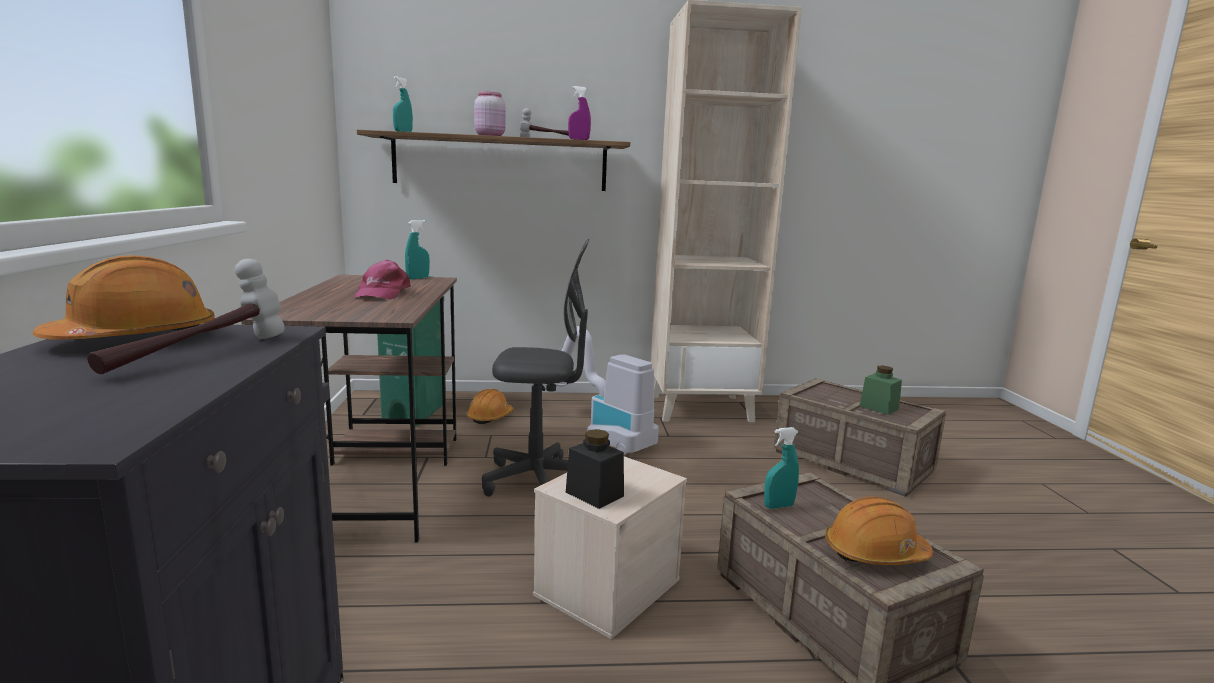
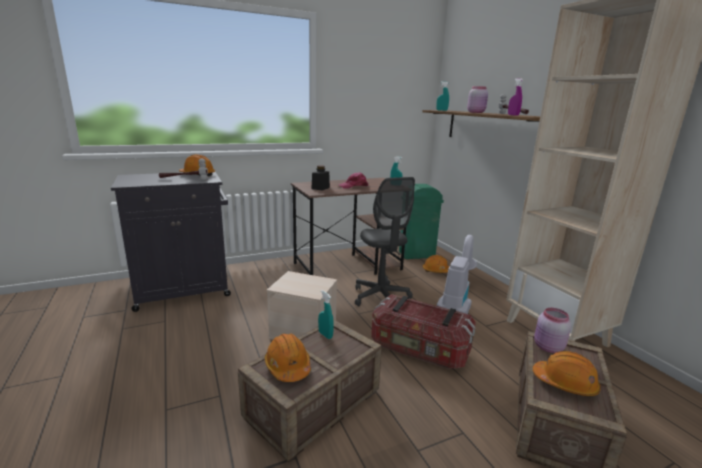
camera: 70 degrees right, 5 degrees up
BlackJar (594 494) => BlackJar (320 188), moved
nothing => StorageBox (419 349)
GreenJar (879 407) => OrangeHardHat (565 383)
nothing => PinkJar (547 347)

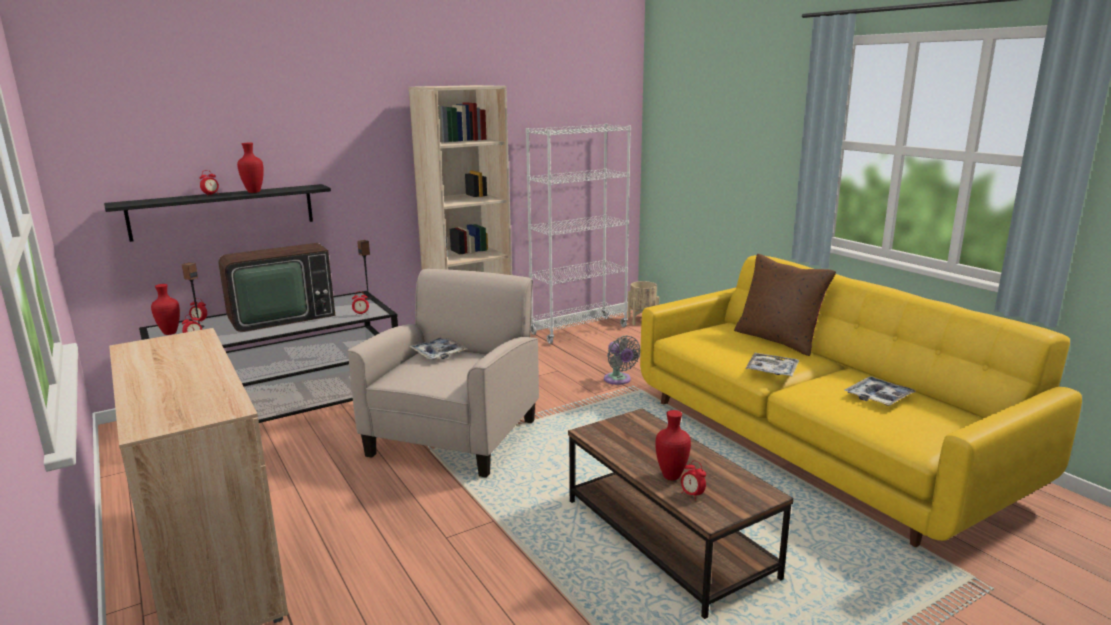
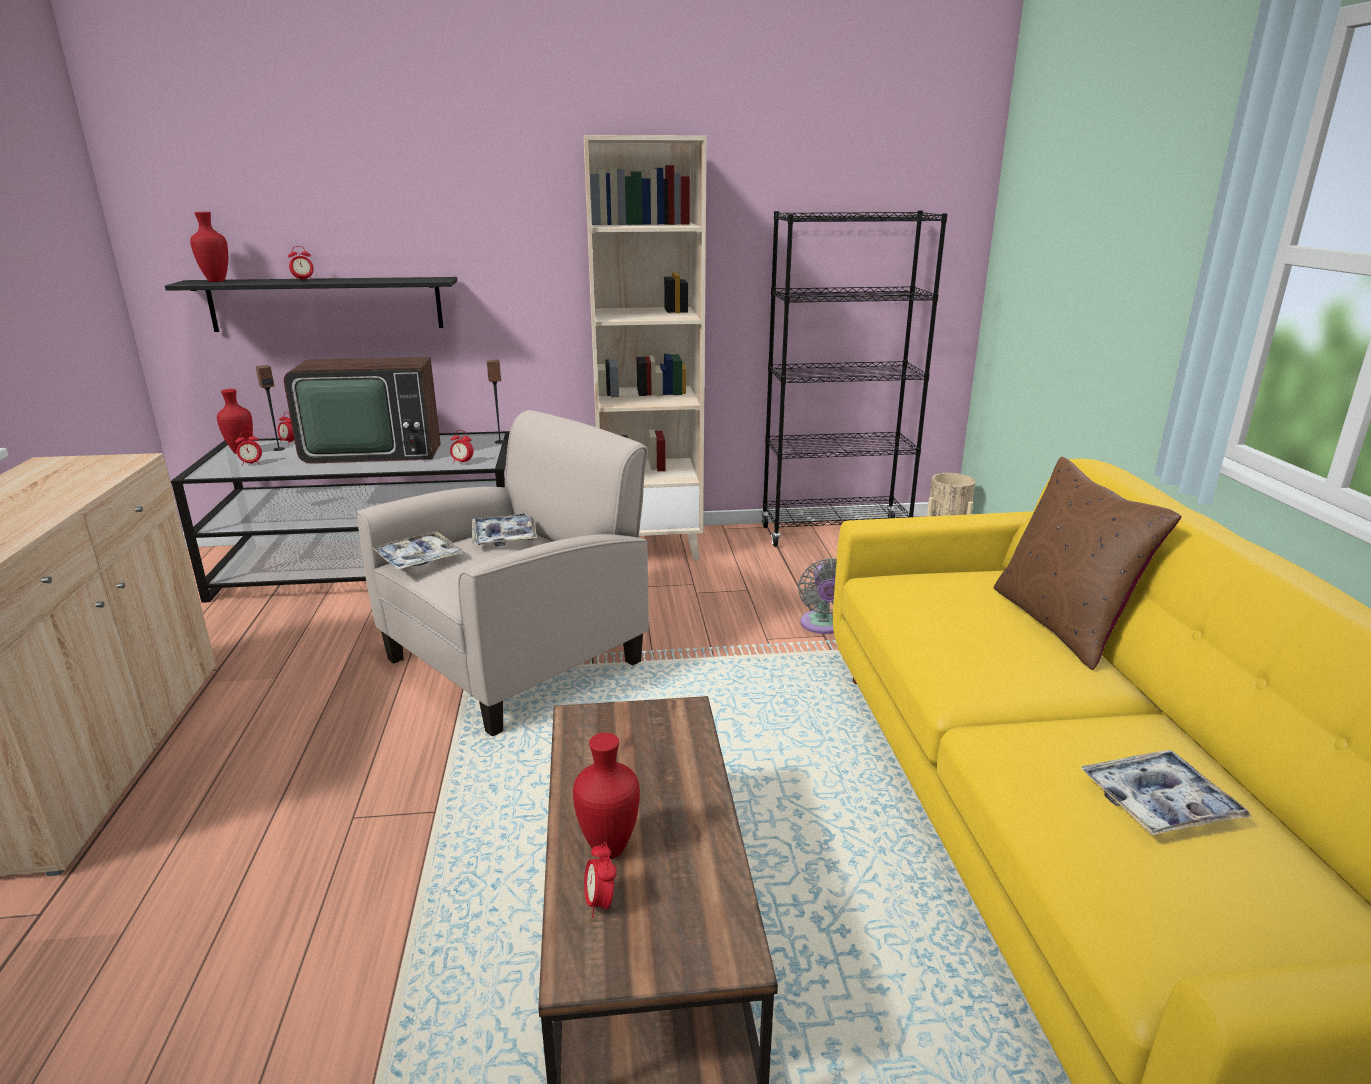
camera: 25 degrees right, 5 degrees up
RedVase (253 192) => RedVase (216 281), moved
Tray (772 370) => Tray (418 559), moved
WhiteBookcase (579 330) => BlackBookcase (835 533)

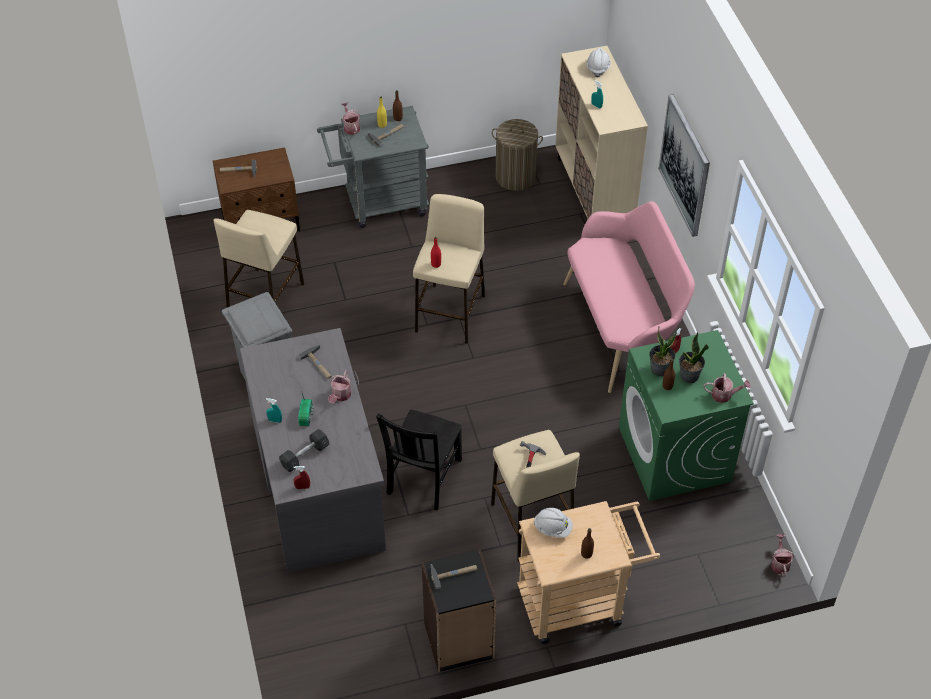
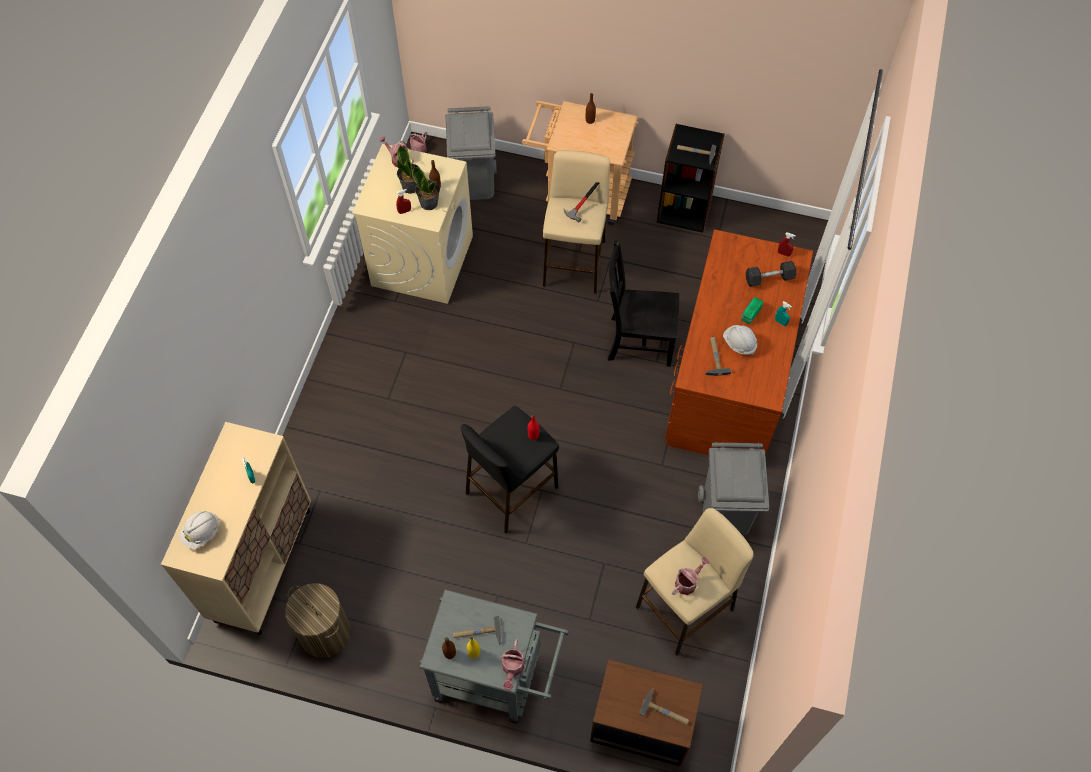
camera: 150 degrees left, 10 degrees up
GreenWashingMachine (675 455) => BeigeWashingMachine (422 260)
nothing => GreyTrashCan (474 183)
BeigeStool (450 313) => BlackStool (511 491)
BlackChair (423 478) => BlackChair (638 340), 135 degrees counterclockwise
GreyDesk (318 483) => BrownDesk (728 379)
WateringCan (340 396) => WateringCan (688 582), moved
WhiteHardHat (553 528) => WhiteHardHat (739 344), moved
PinkBench (622 329) => nothing
Picture (685 165) => nothing

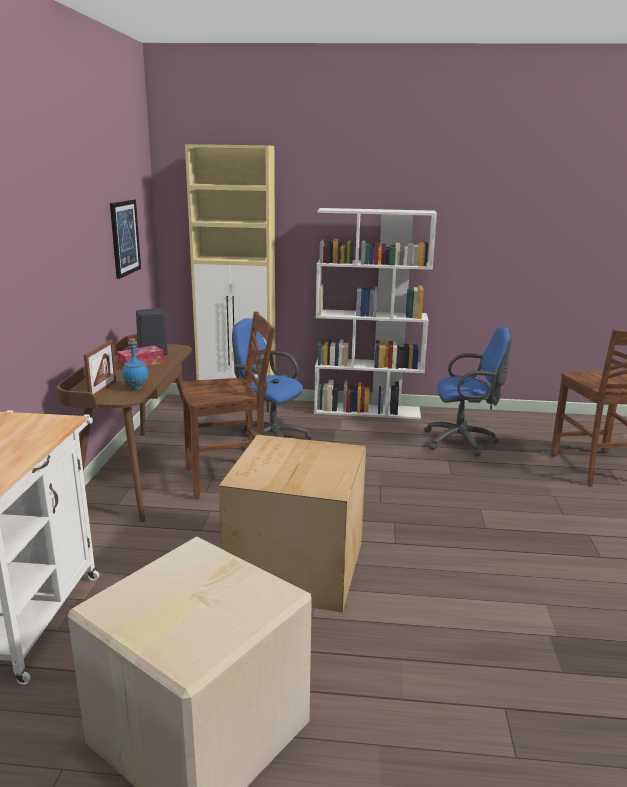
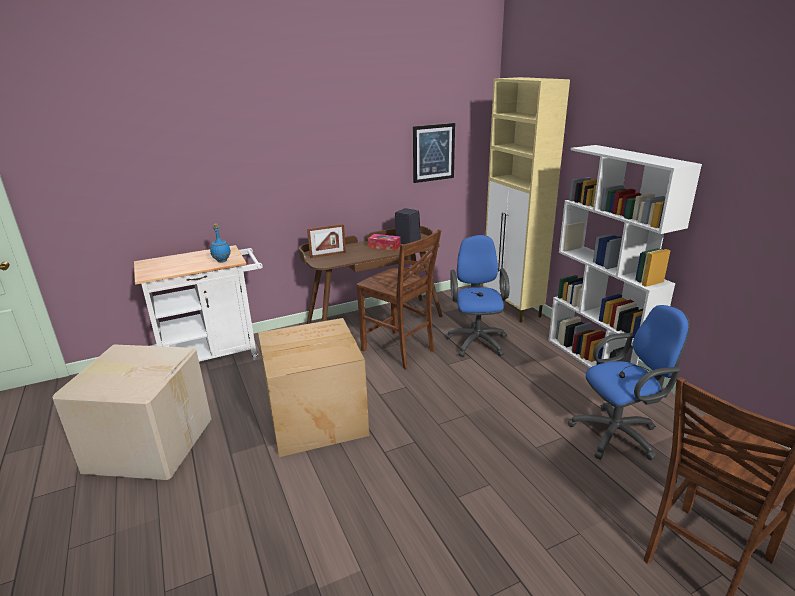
camera: 60 degrees right, 5 degrees up
BlueBottle (136 388) => BlueBottle (222 261), moved
BlueOfficeChair (463 441) => BlueOfficeChair (619 434), 75 degrees counterclockwise

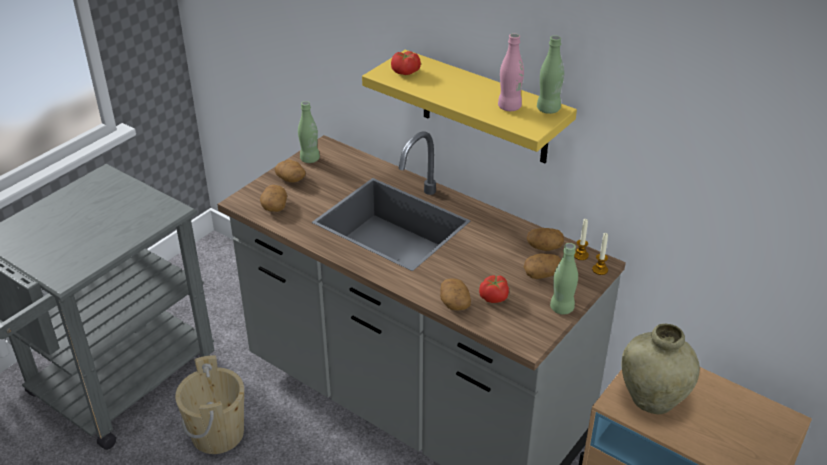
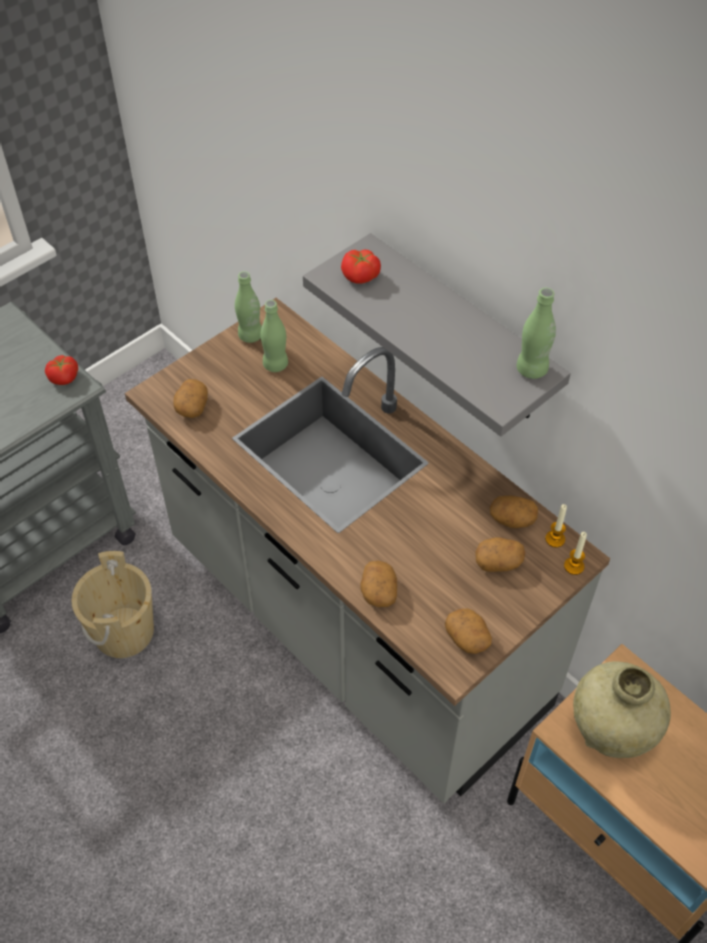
camera: 10 degrees right, 15 degrees up
Tomato (494 297) => Tomato (64 378), moved
GreenBottle (562 308) => GreenBottle (275 364), moved
YellowShelf (485 108) => GreyShelf (461 332)
Potato (291 179) => Potato (468 638), moved
PinkBottle (509 107) => nothing

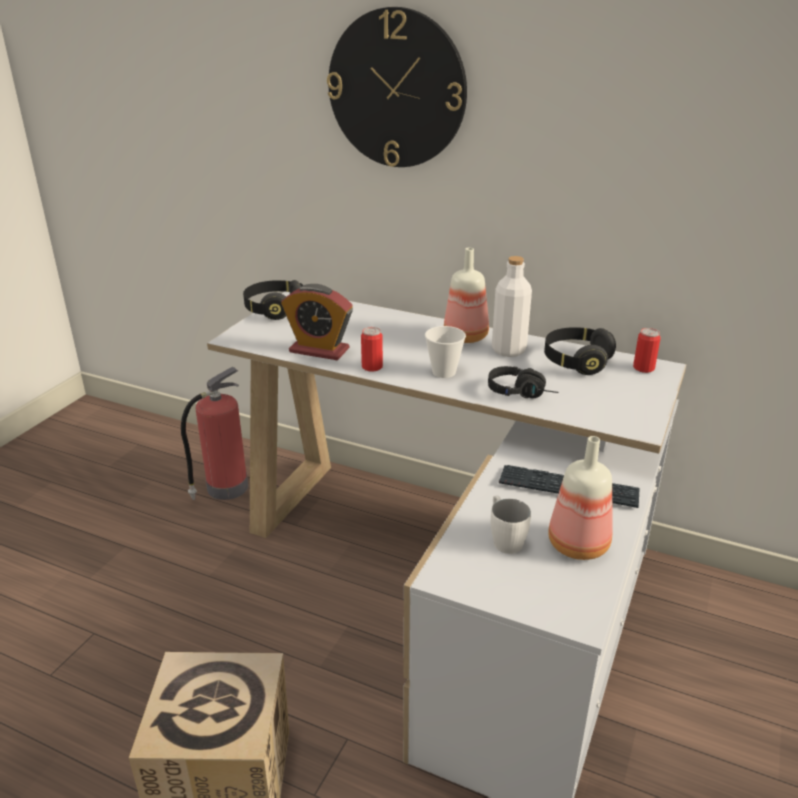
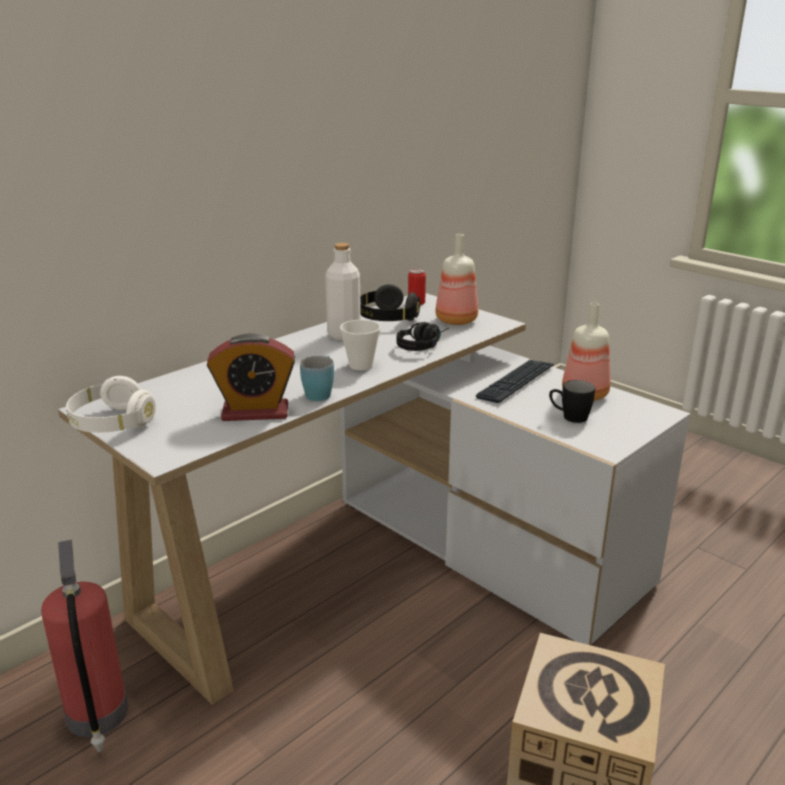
camera: 70 degrees left, 5 degrees down
BlackHeadphones (274 309) => WhiteHeadphones (112 423)
AlarmClock (319 350) => AlarmClock (255 412), 45 degrees clockwise
Can (372 367) => BlueMug (320 393)
Bottle (465 336) => Bottle (455 320), moved
WhiteMug (504 539) => BlackMug (569 417)
WallClock (397 89) => nothing

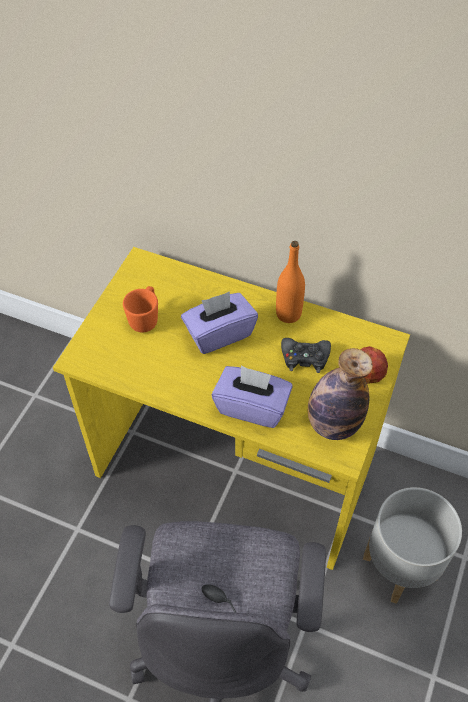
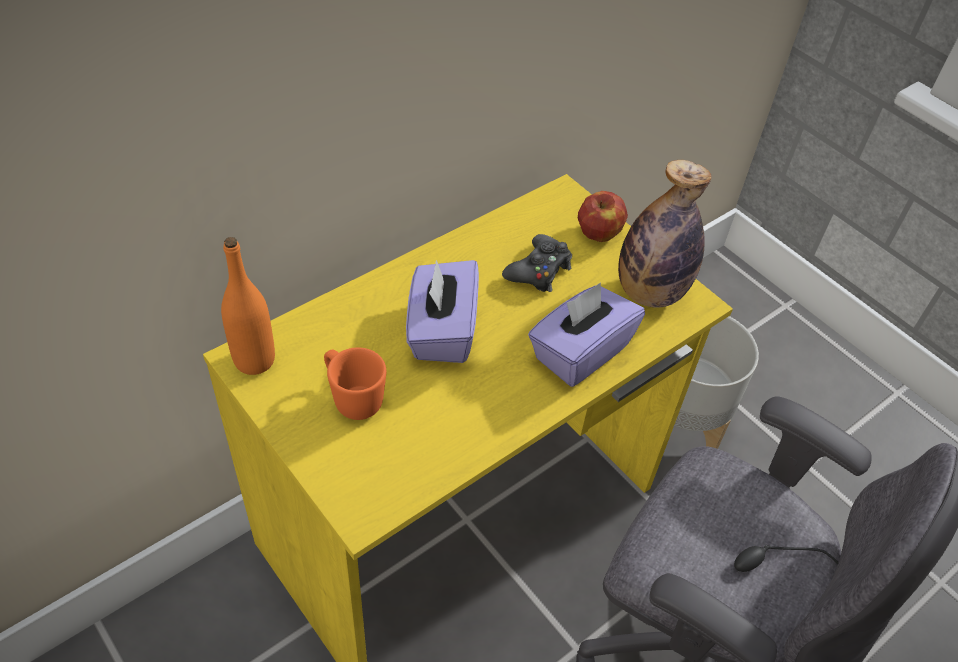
camera: 65 degrees left, 5 degrees down
OrangeBottle (288 314) => OrangeBottle (254 360), moved

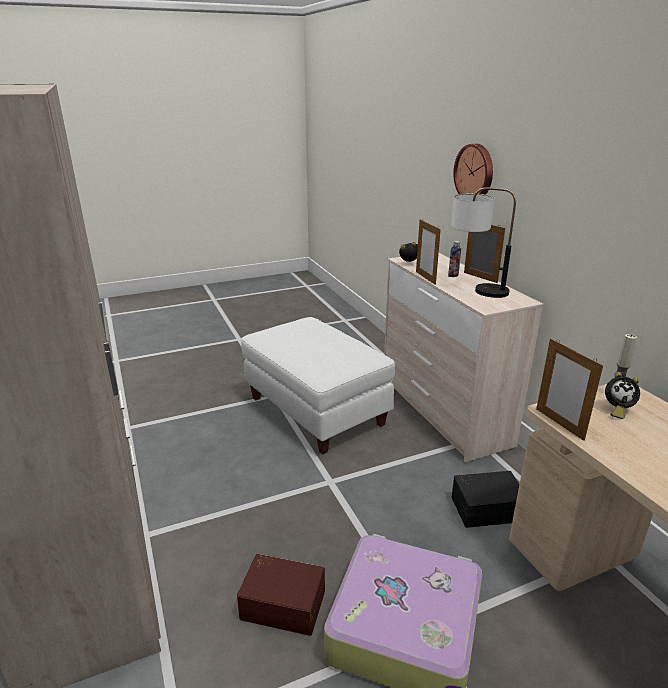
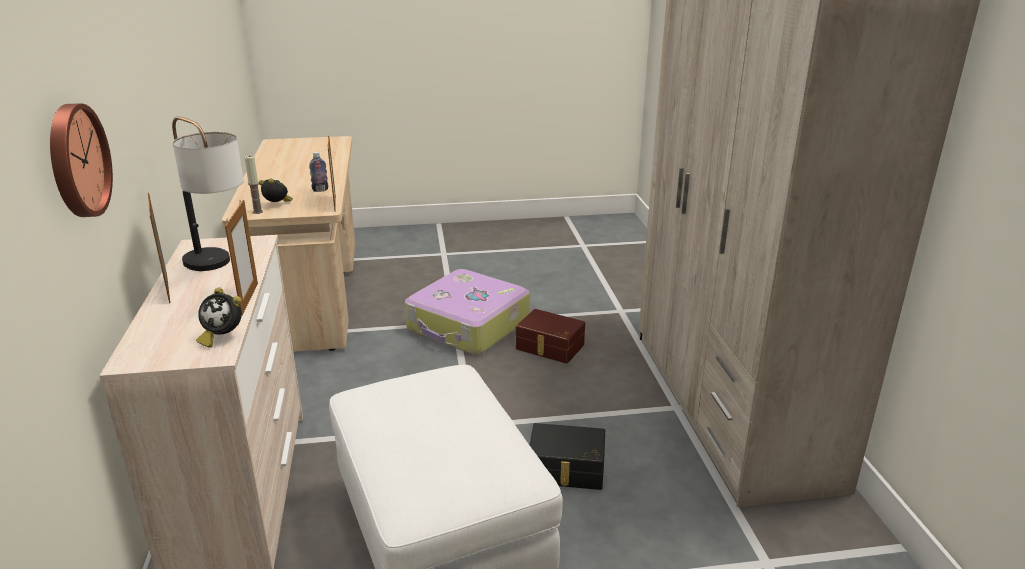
camera: 165 degrees left, 0 degrees up
Bottle (453 275) => Bottle (320 190), moved
BlackStorageBox (486 507) => BlackStorageBox (566 470), moved

